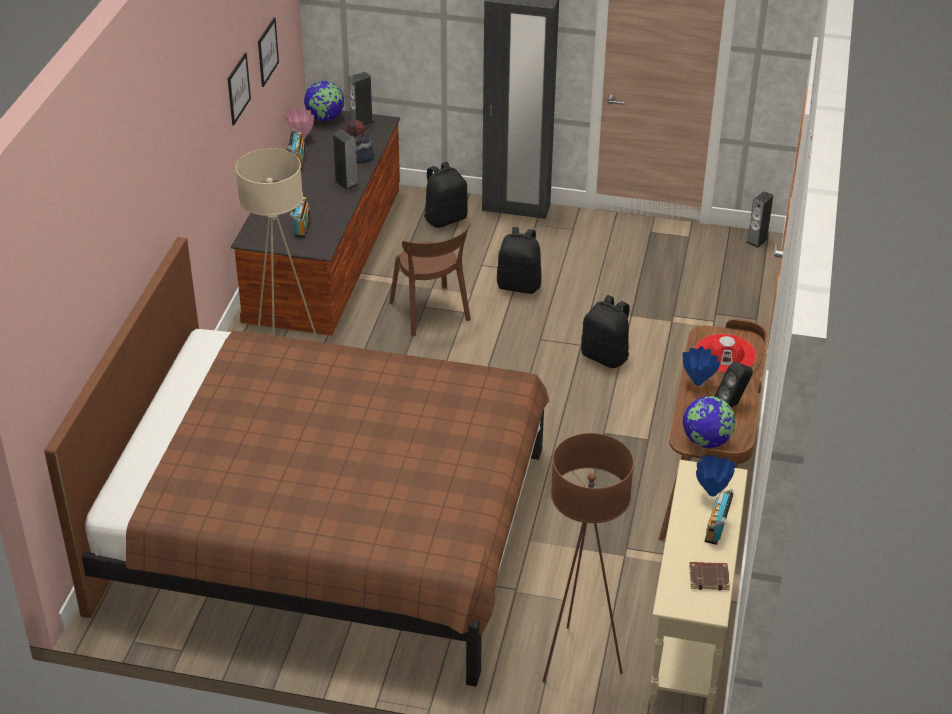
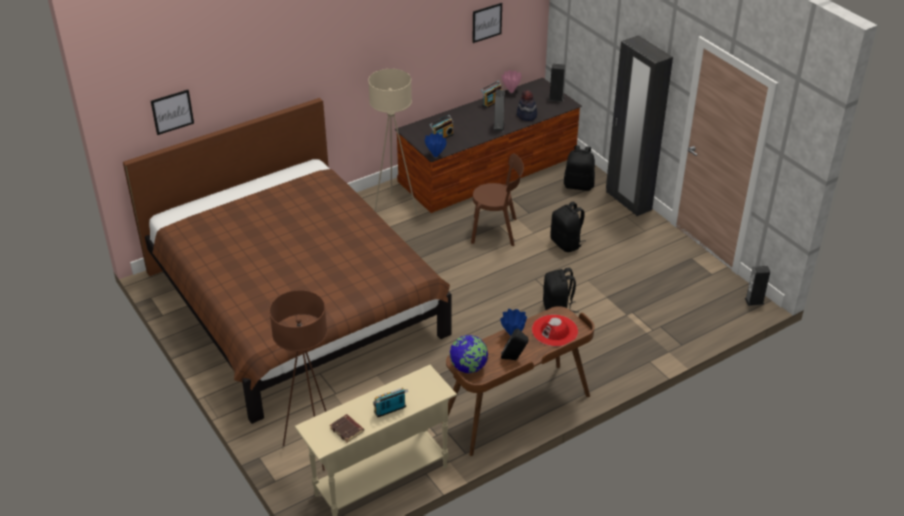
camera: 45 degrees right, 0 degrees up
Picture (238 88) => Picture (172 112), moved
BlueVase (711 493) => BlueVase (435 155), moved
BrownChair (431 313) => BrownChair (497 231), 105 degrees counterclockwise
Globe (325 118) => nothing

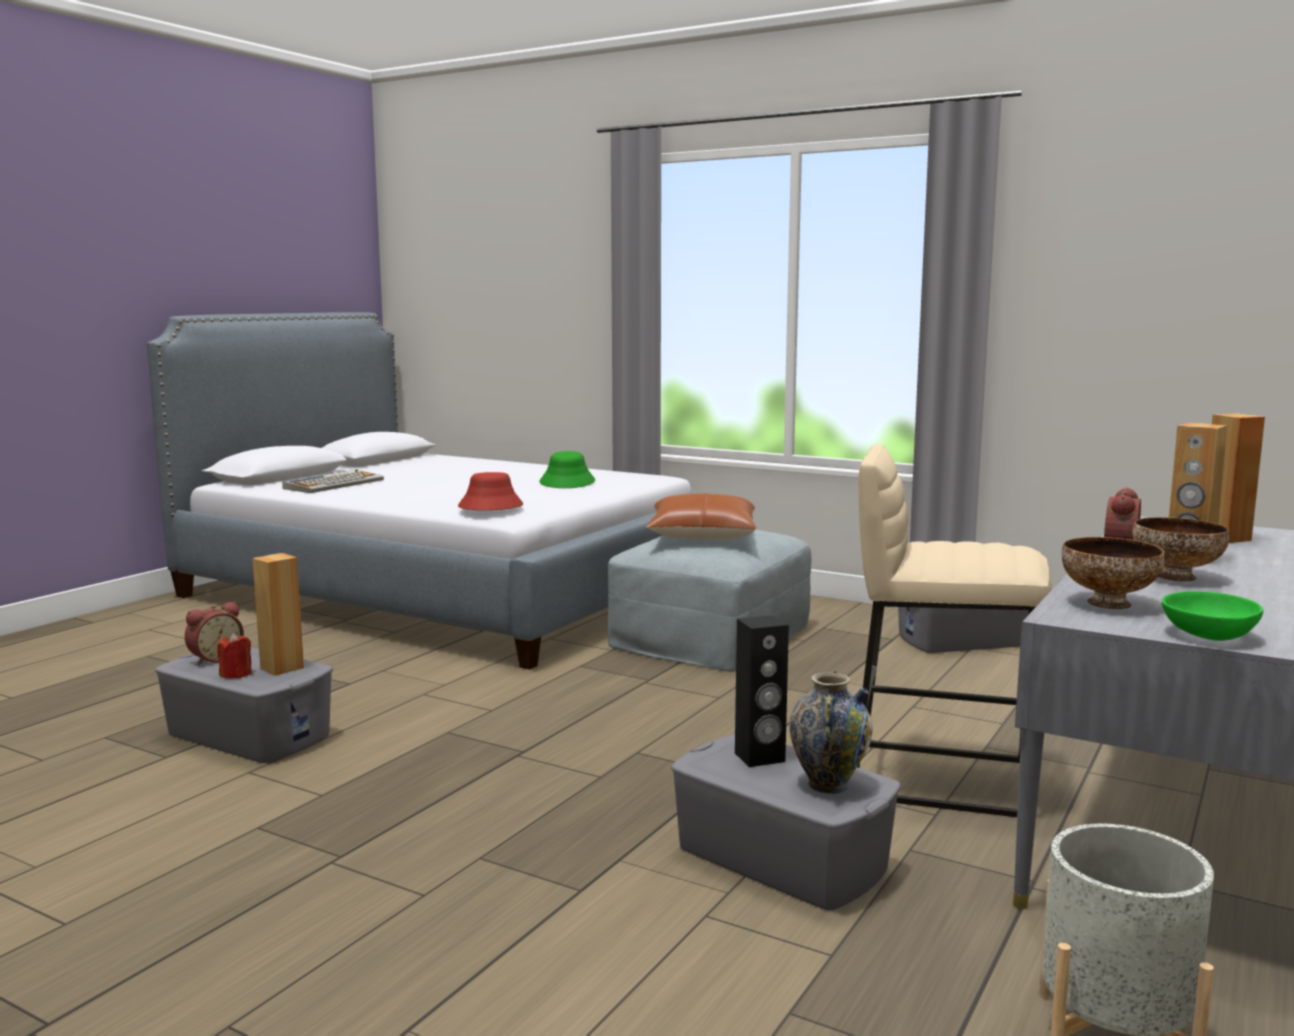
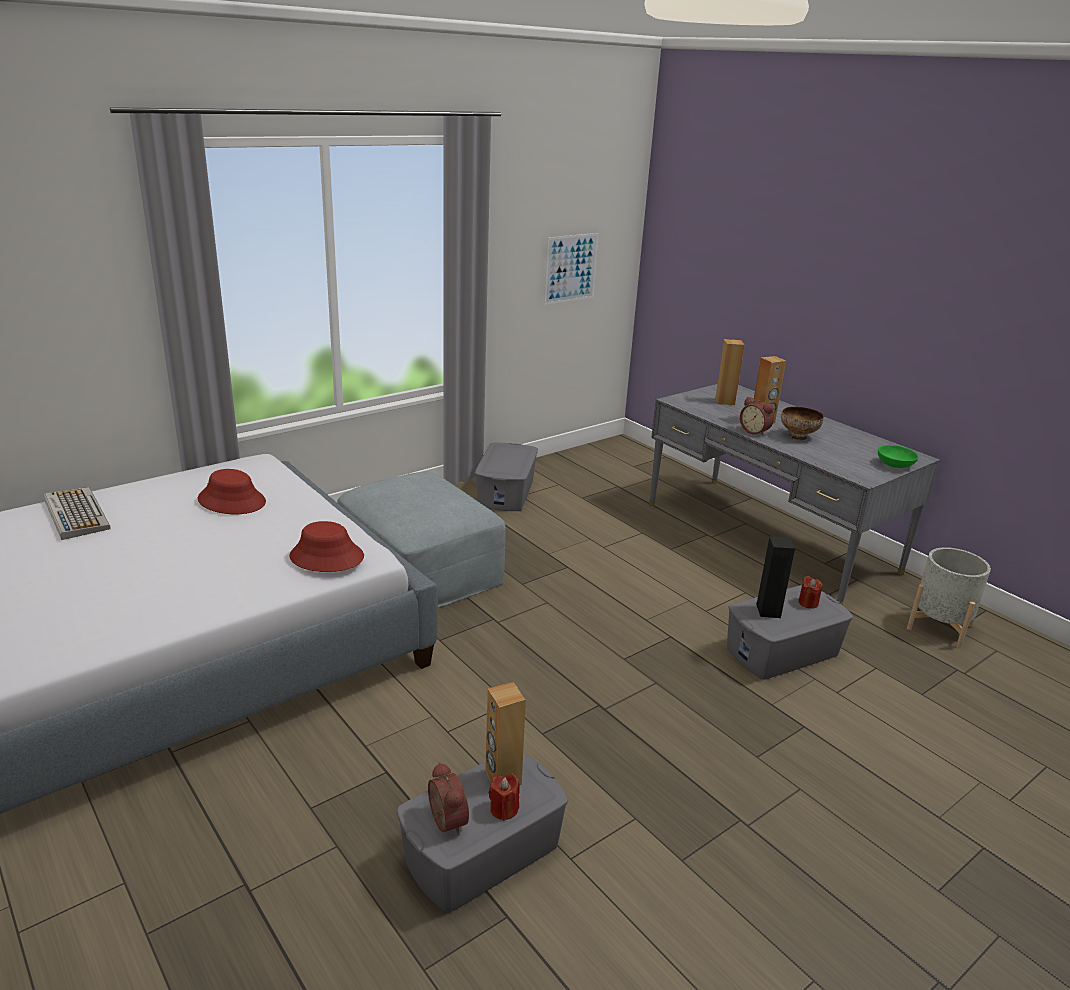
camera: 70 degrees left, 15 degrees up
Keyboard (334 484) => Keyboard (75 514), moved
GreenHat (567 482) => RedHat (232 501)
nothing => Picture (571 268)
Vase (828 784) => RedCandle (808 603)
BrownPillow (702 535) => nothing
BeigeStool (940 777) => nothing
Bowl (1107 603) => nothing

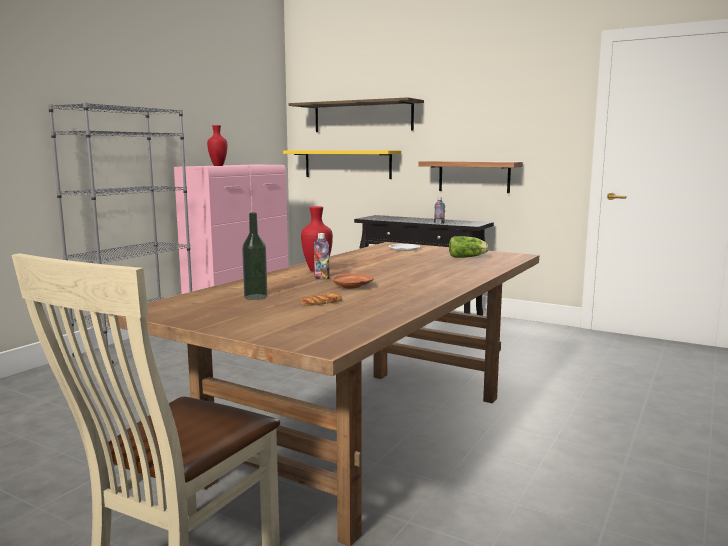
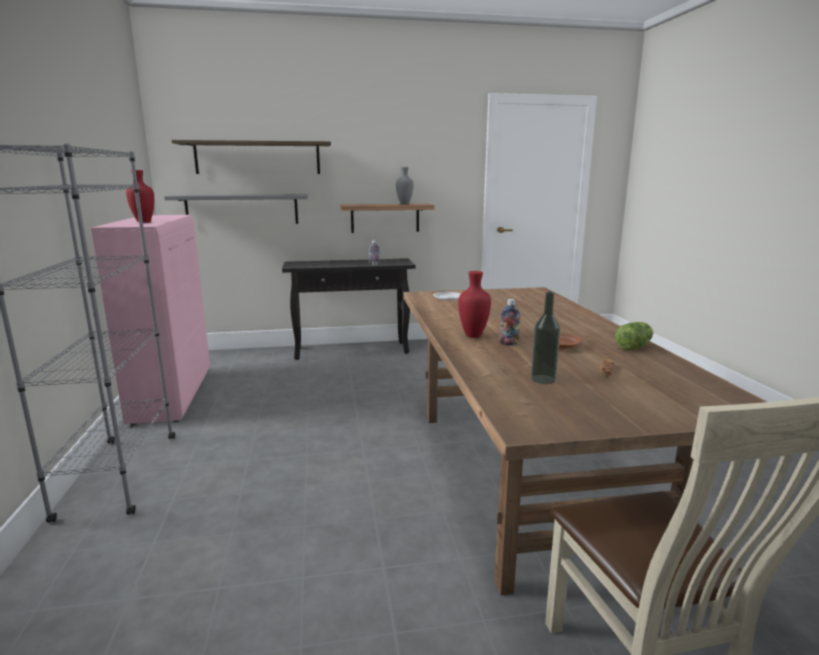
camera: 40 degrees left, 5 degrees up
YellowShelf (347 164) => GreyShelf (242 209)
nothing => GreyVase (405 204)
Lettuce (468 257) => Lettuce (635 347), moved

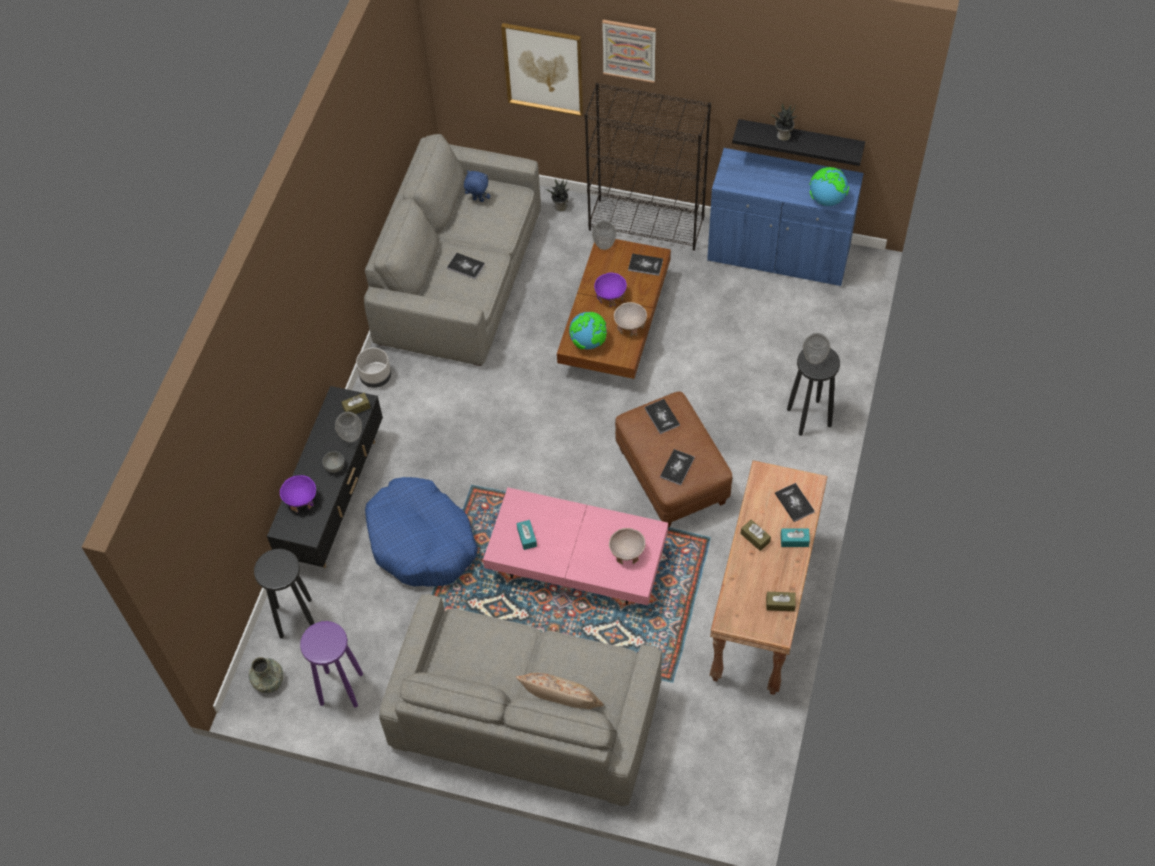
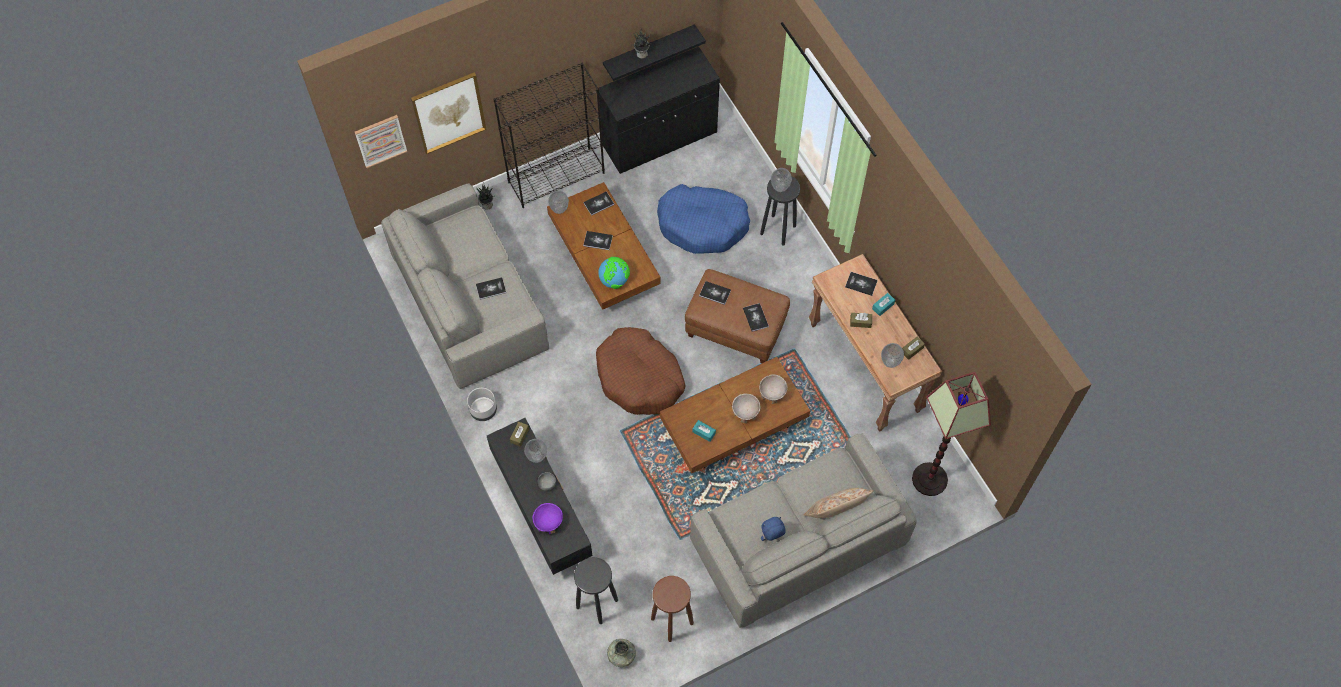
camera: 45 degrees left, 5 degrees up
Picture (629 50) => Picture (380 140), moved
PurpleBowl (610 297) => Book (598 241)
nothing => BrownDogBed (639 378)
BlueCabinet (778 254) => BlackCabinet (659 138)
PurpleStool (340 688) => BrownStool (671 621)
BlueDogBed (422 541) => BlueDogBed (702 225), moved
PinkCoffeeTable (576 563) => BrownCoffeeTable (733 427)
BeigeBowl (630 326) => BeigeBowl (745 413), moved
BluePlushToy (477 200) => BluePlushToy (771 537), moved
nothing => Vase (889 363)
nothing => FloorLamp (930 479)
Globe (826 199) => nothing

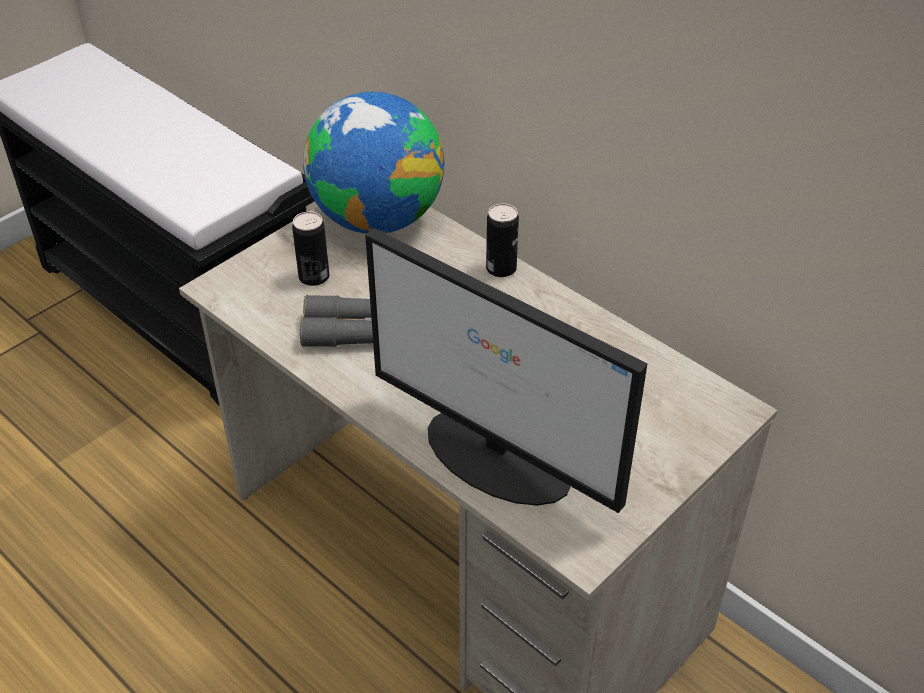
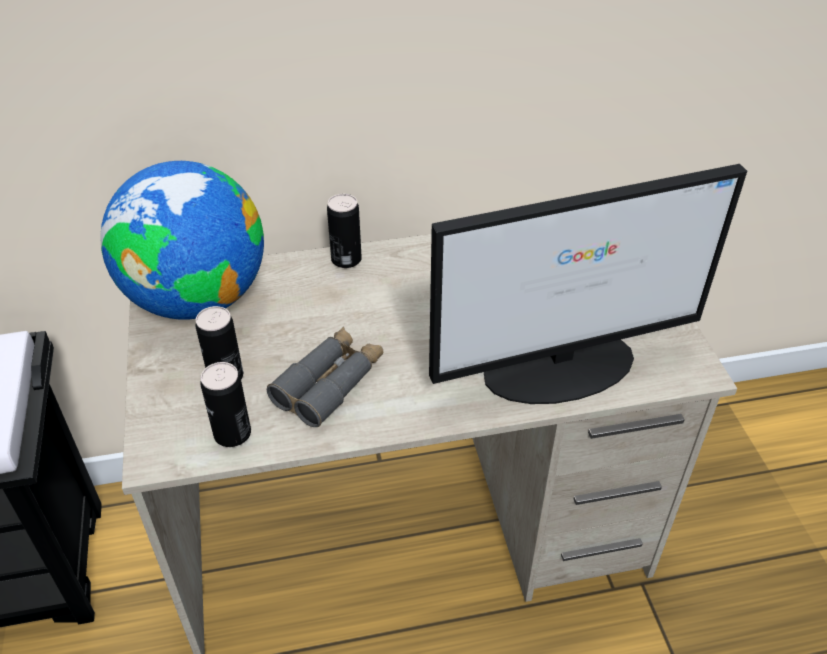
camera: 55 degrees left, 0 degrees up
nothing => Can (232 434)

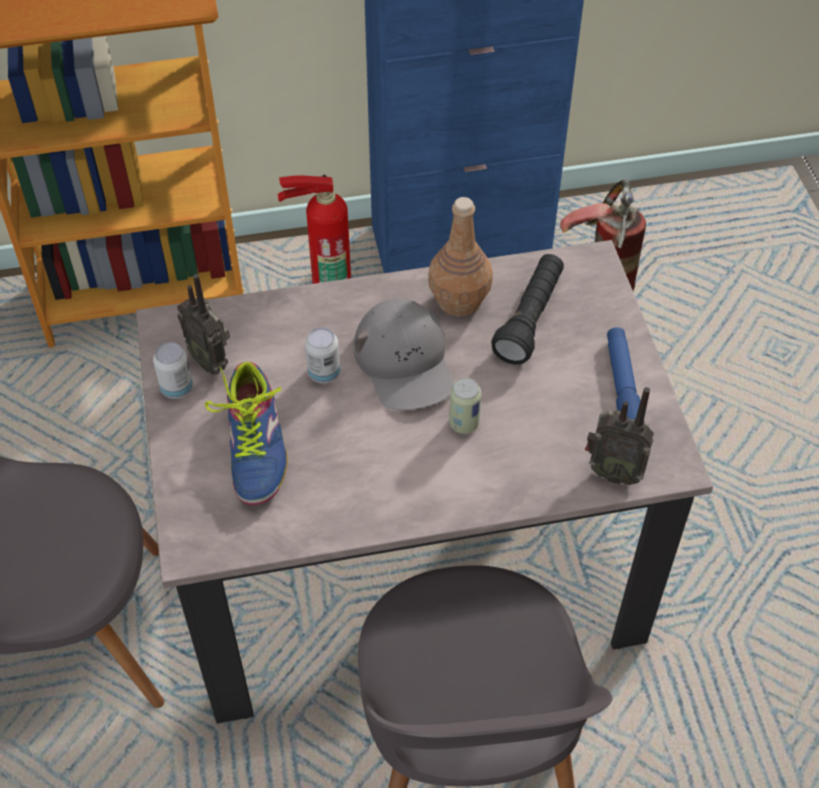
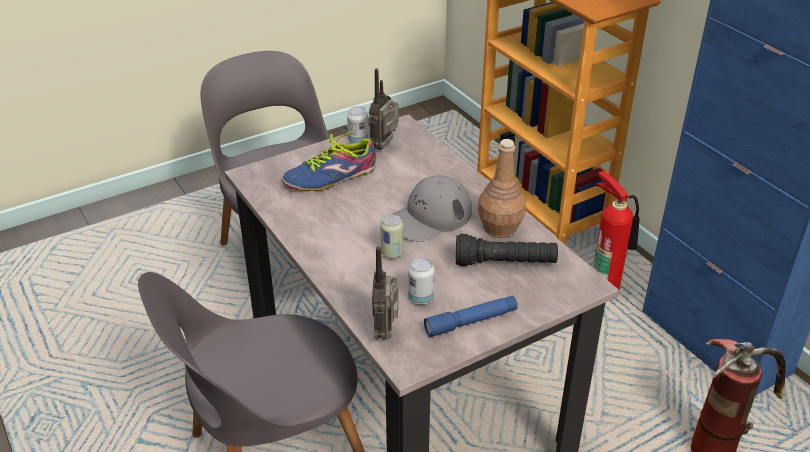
camera: 70 degrees right, 15 degrees down
Can (324 373) => Can (420 298), moved

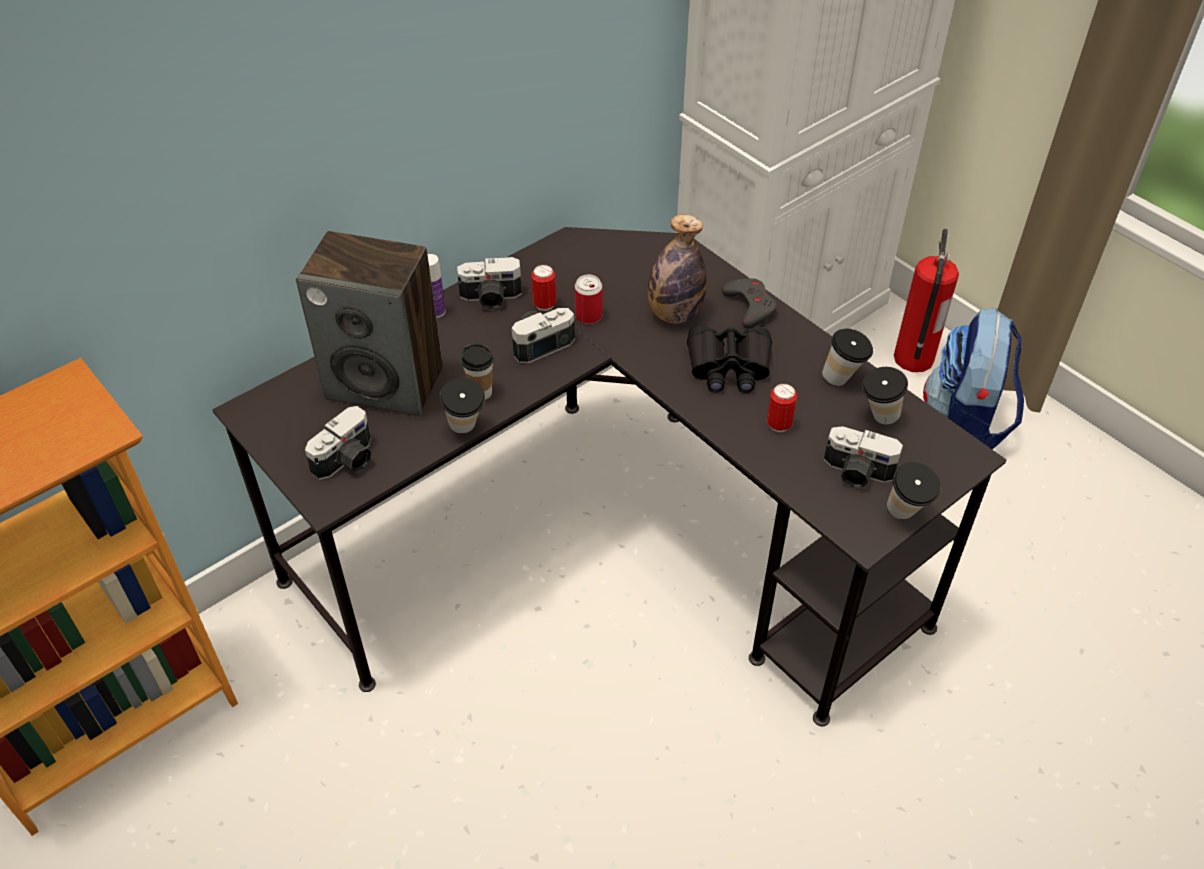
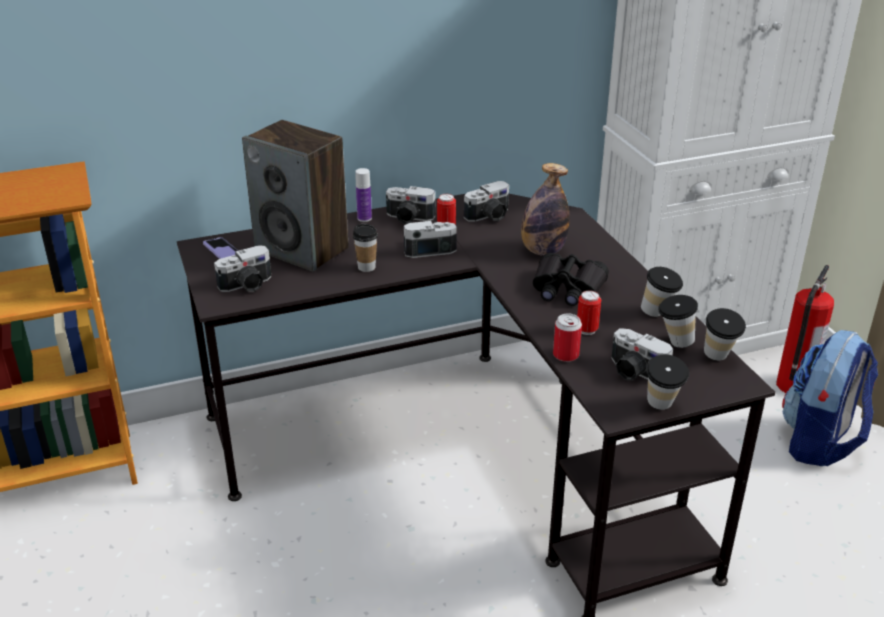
camera: 20 degrees right, 15 degrees down
nothing => Phone (222 250)
nothing => PhotoCamera (489 216)
Can (588 316) => Can (565 355), moved
Cup (466 430) => Cup (718 358), moved
GreyGameController (749 306) => nothing

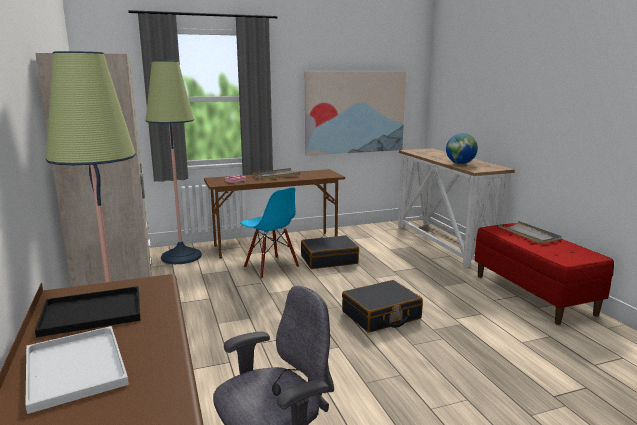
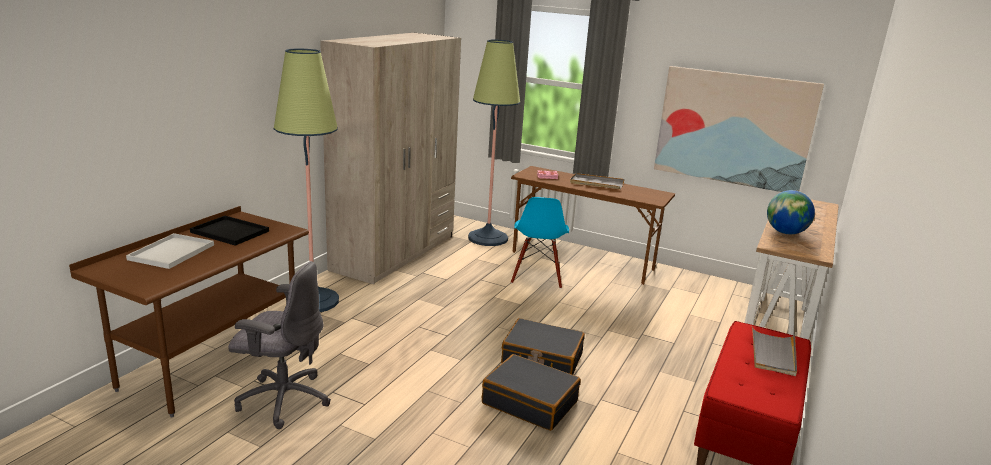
camera: 45 degrees right, 5 degrees up
BlackSuitcase (329 260) => BlackSuitcase (530 402), moved

